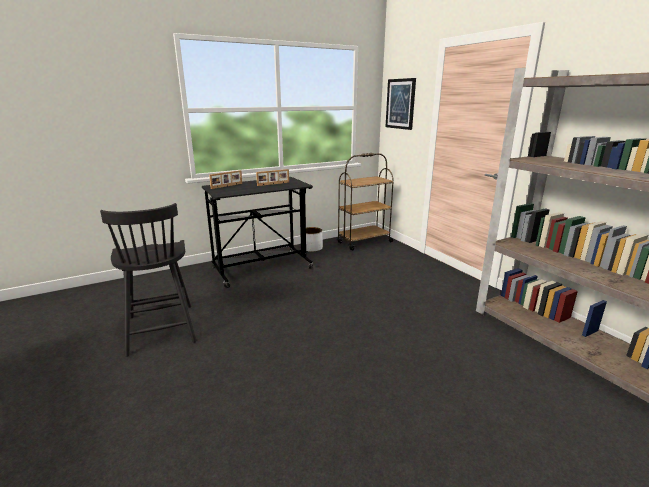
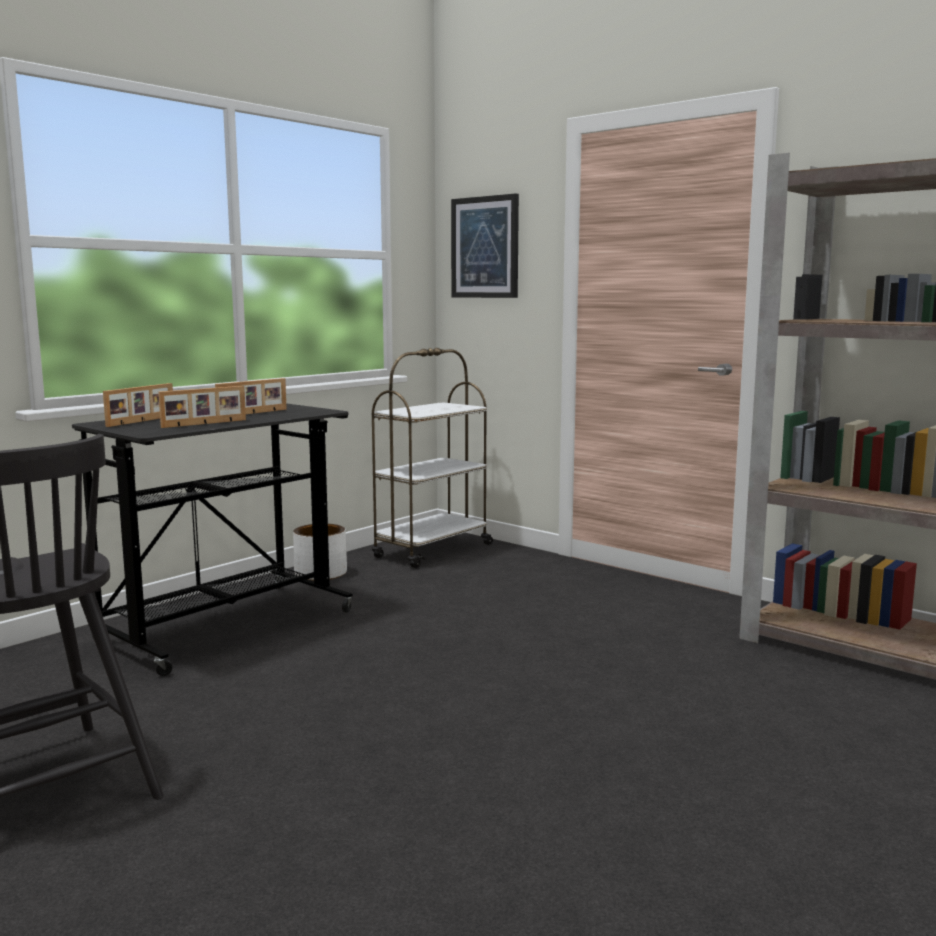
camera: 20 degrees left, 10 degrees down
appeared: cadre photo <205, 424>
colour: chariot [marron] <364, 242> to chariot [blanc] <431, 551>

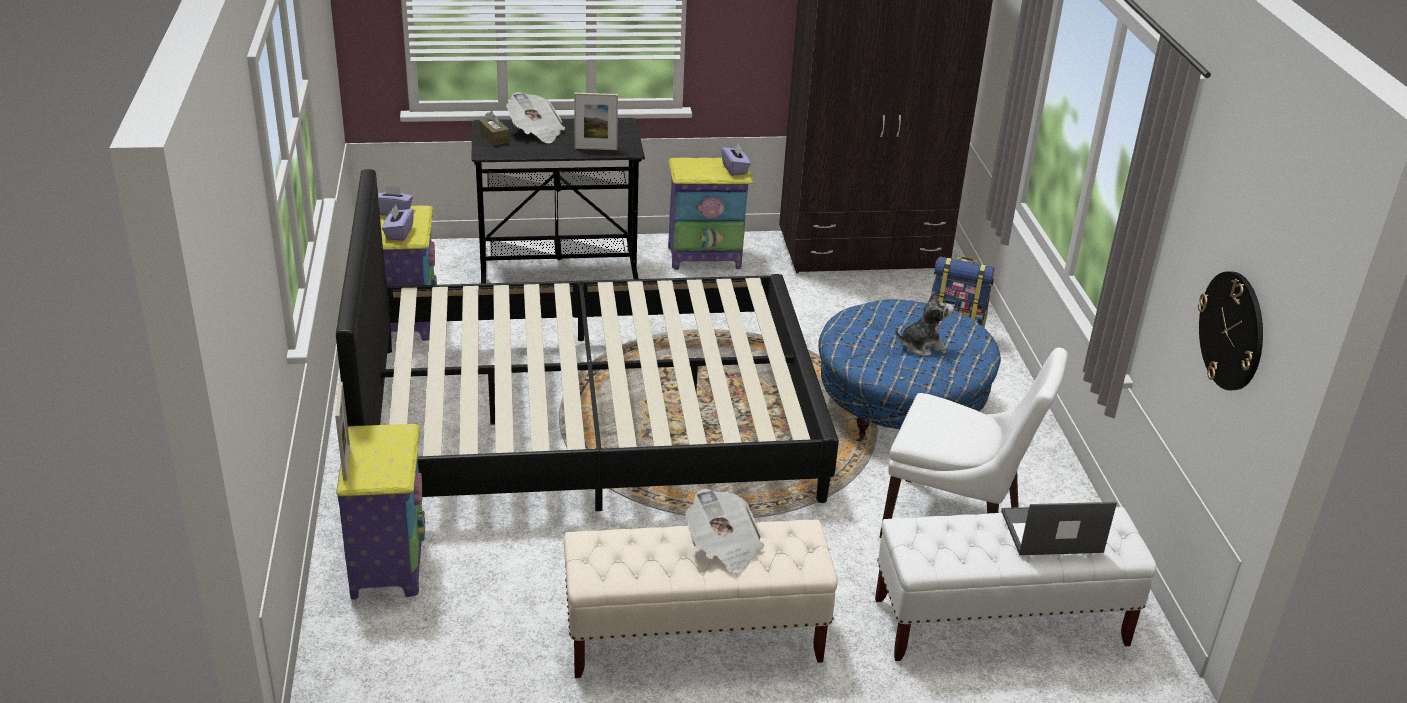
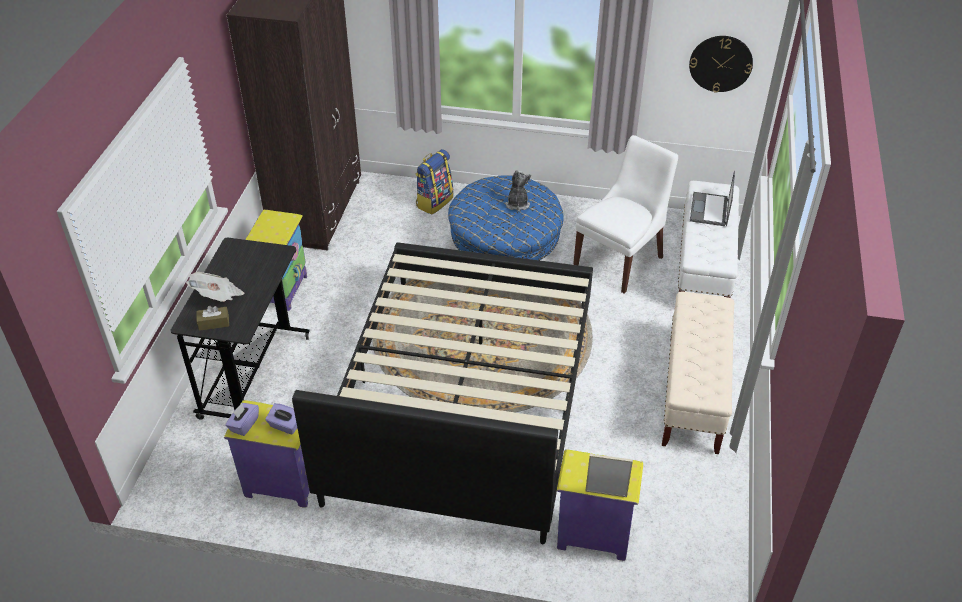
camera: 70 degrees left, 10 degrees up
missing: cadre photo <595, 148>; journal <724, 547>; boîte à mouchoirs [violet] <735, 169>

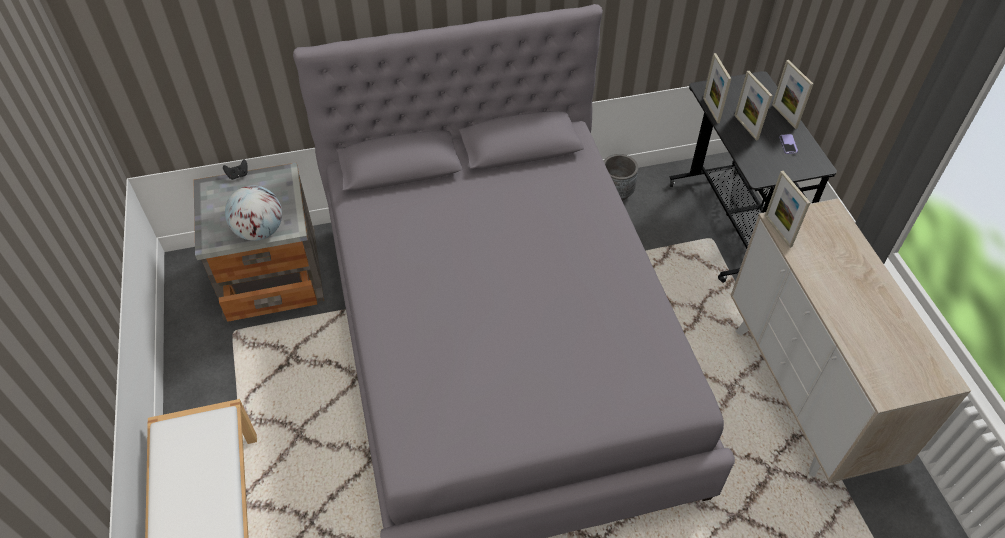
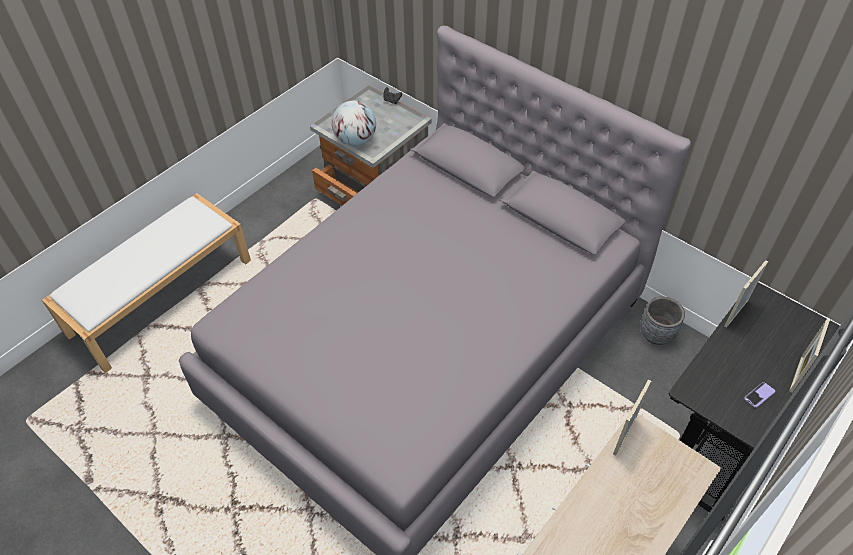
camera: 55 degrees right, 0 degrees up
missing: cadre photo <746, 127>

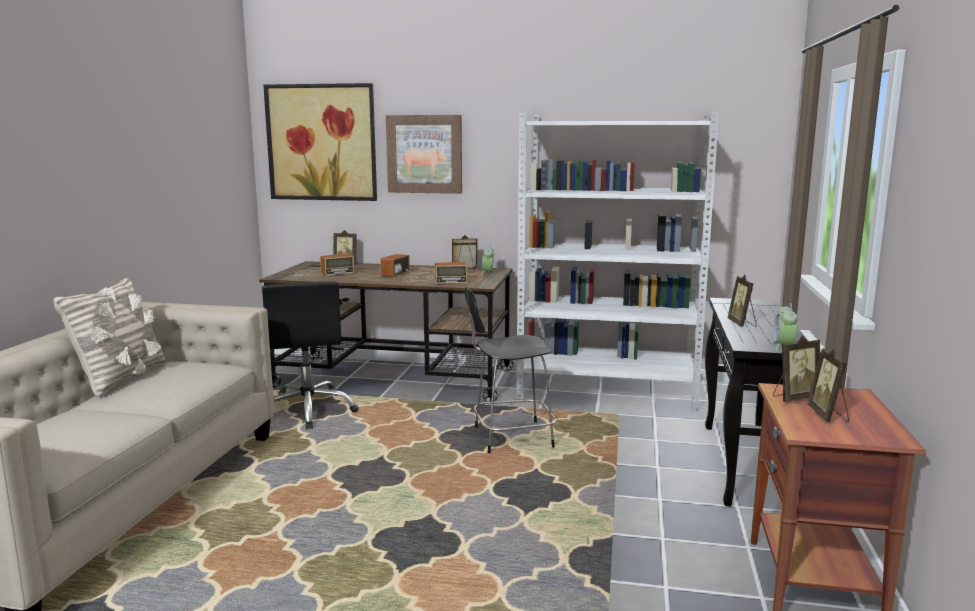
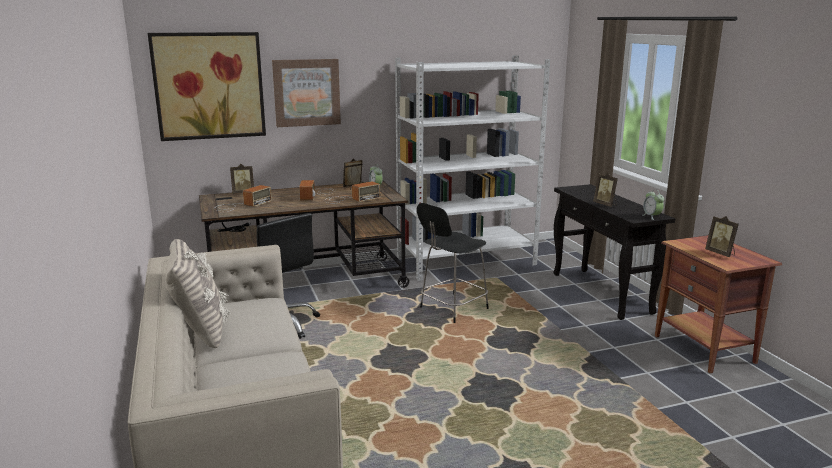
camera: 30 degrees left, 5 degrees up
missing: cadre photo <794, 398>

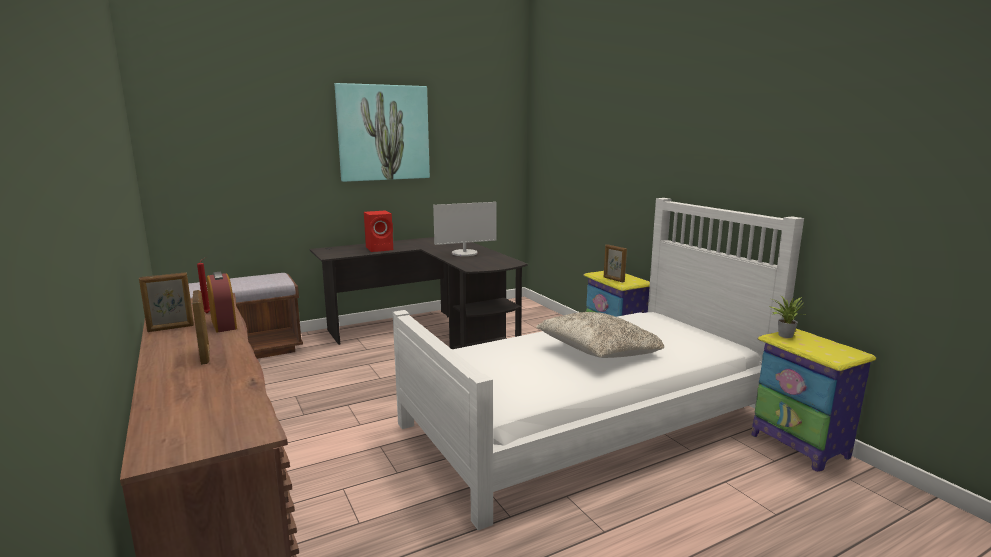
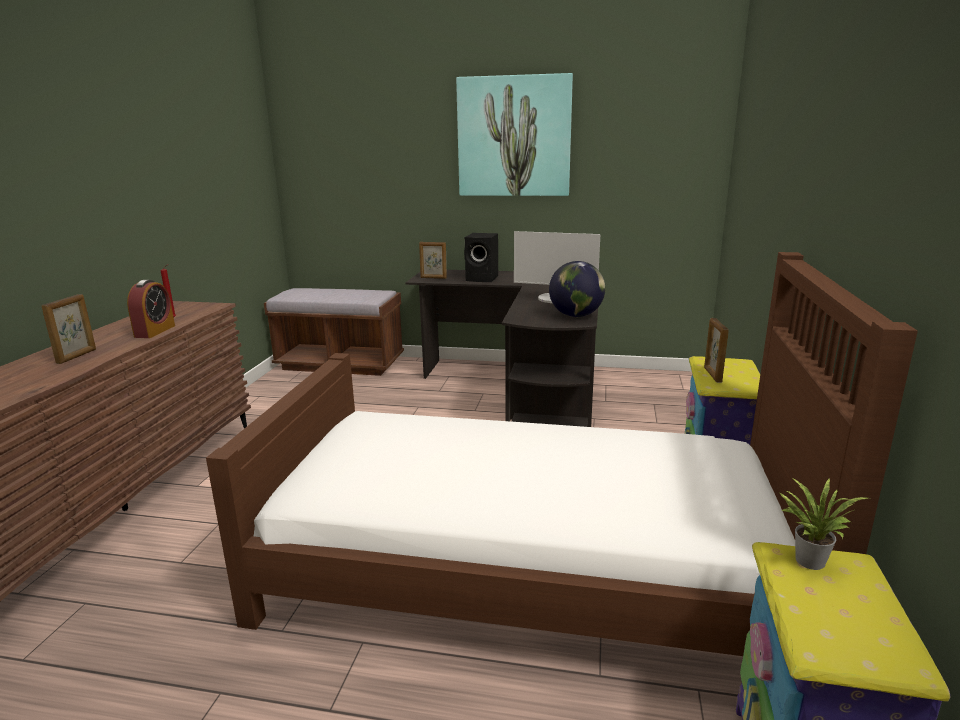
camera: 40 degrees right, 5 degrees up
missing: coussin [beige] <599, 351>
appeared: globe <576, 316>
relocated: cadre photo <171, 328> to <433, 278>
colour: enceinte [rouge] <380, 249> to enceinte [noir] <483, 279>; lit [blanc] <589, 422> to lit [marron] <529, 566>

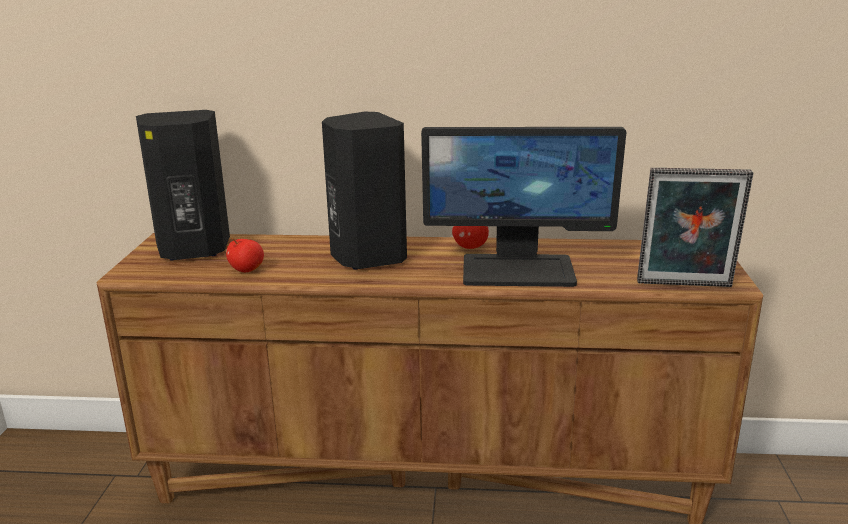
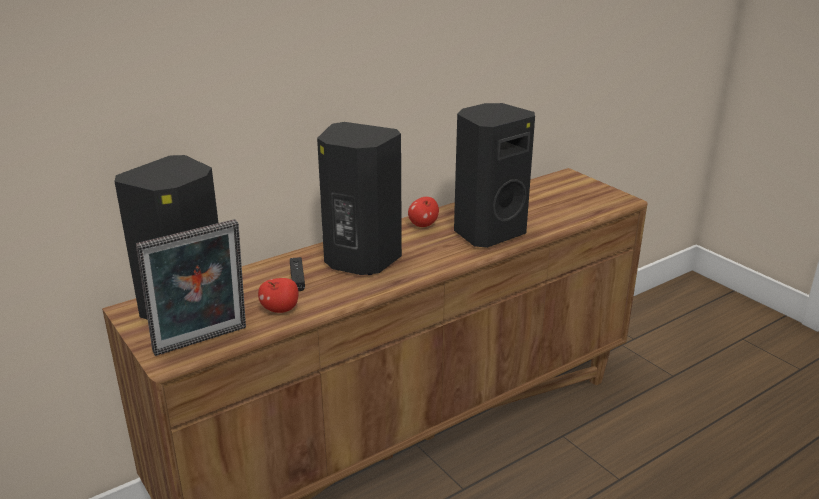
camera: 40 degrees left, 5 degrees up
appeared: manette [noir] <297, 279>
relocated: cadre photo <685, 286> to <202, 342>
exchanged: écran d'ordinateur <518, 270> to enceinte [noir] <487, 232>

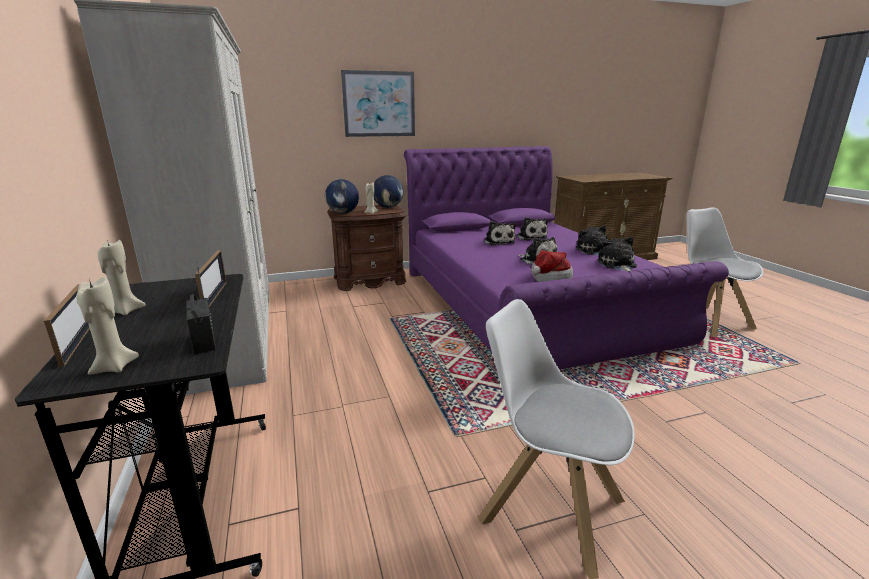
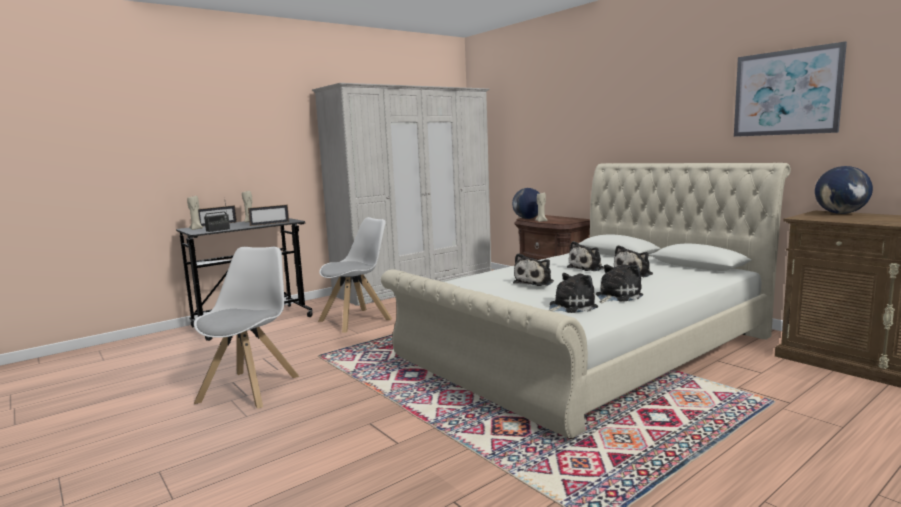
camera: 70 degrees right, 10 degrees down
missing: chapeau <548, 279>
relocated: tableau <379, 104> to <786, 93>; globe <388, 207> to <841, 213>; chaise <707, 320> to <357, 320>
colour: lit [violet] <526, 303> to lit [beige] <588, 346>

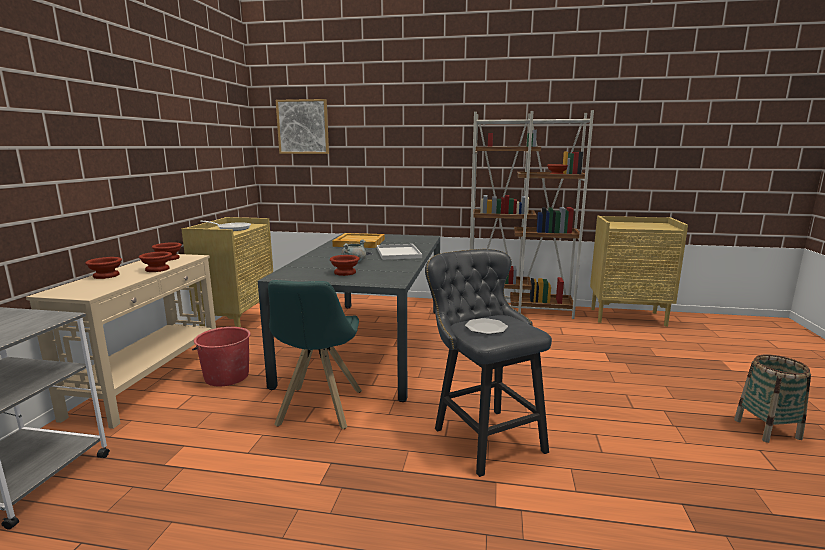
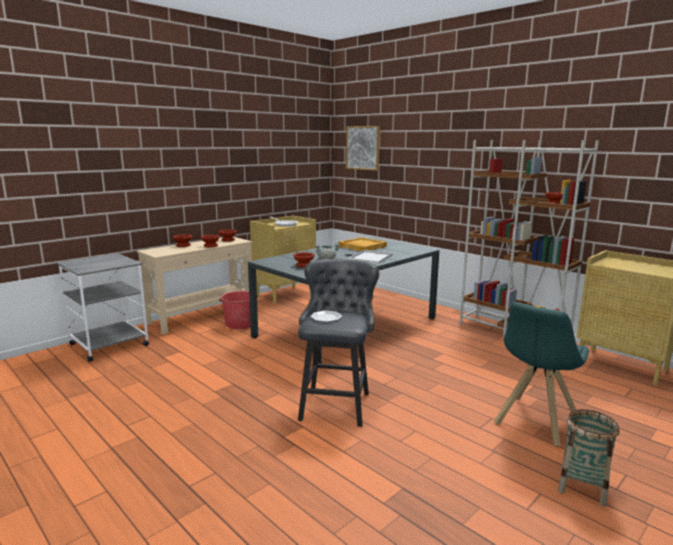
camera: 35 degrees right, 0 degrees up
relocated: chaise [turquoise] <319, 407> to <535, 420>

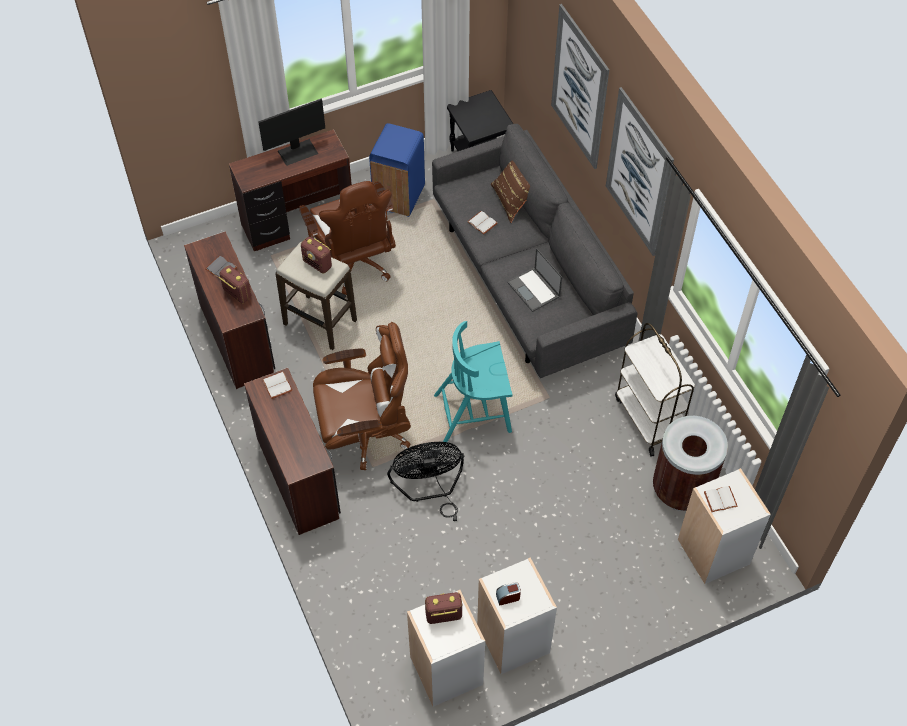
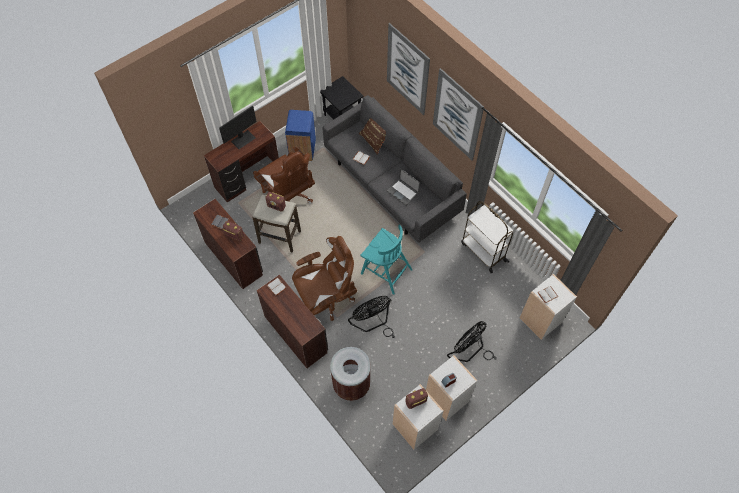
camera: 15 degrees left, 5 degrees up
appeared: ventilateur [noir] <471, 349>
relocated: poubelle [marron] <681, 489> to <351, 385>
spun: chaise [turquoise] <474, 413> = <385, 271> 120 degrees counterclockwise

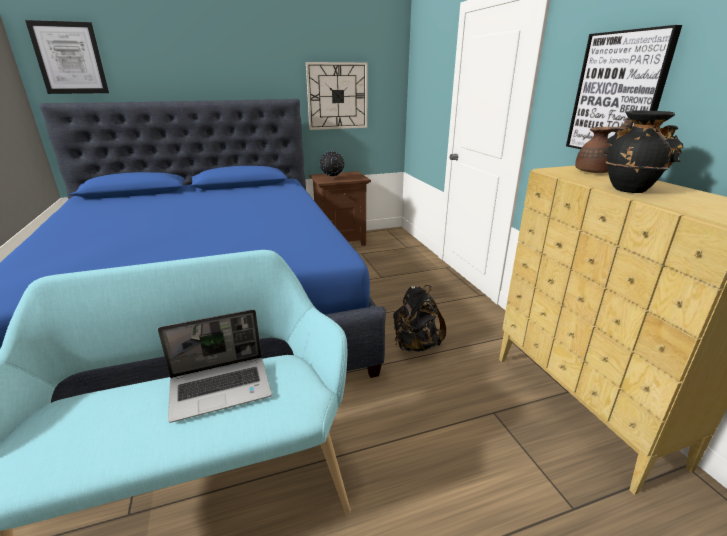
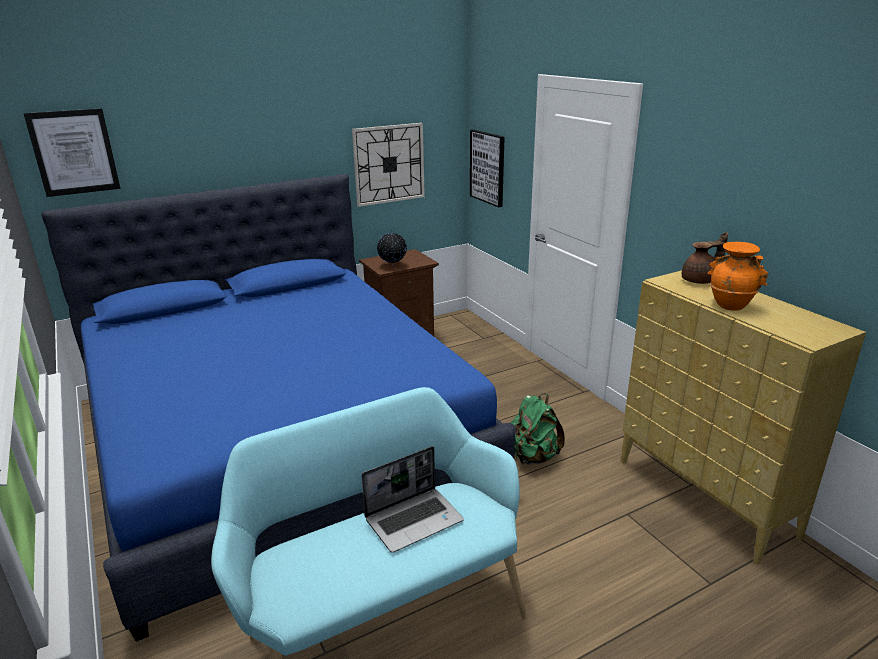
camera: 10 degrees left, 0 degrees up
relocated: tableau <618, 94> to <488, 167>
colour: sac à dos [noir] <415, 345> to sac à dos [vert] <533, 456>; vase [noir] <629, 189> to vase [orange] <730, 305>

